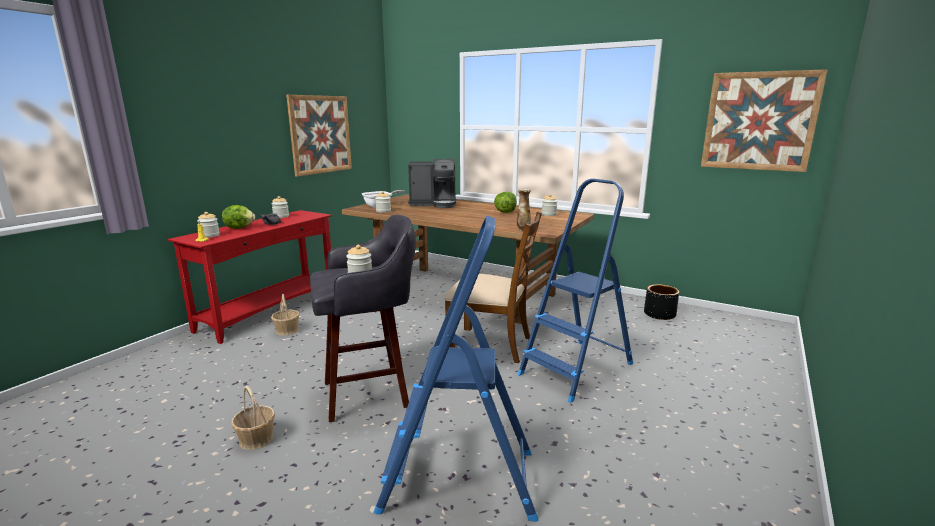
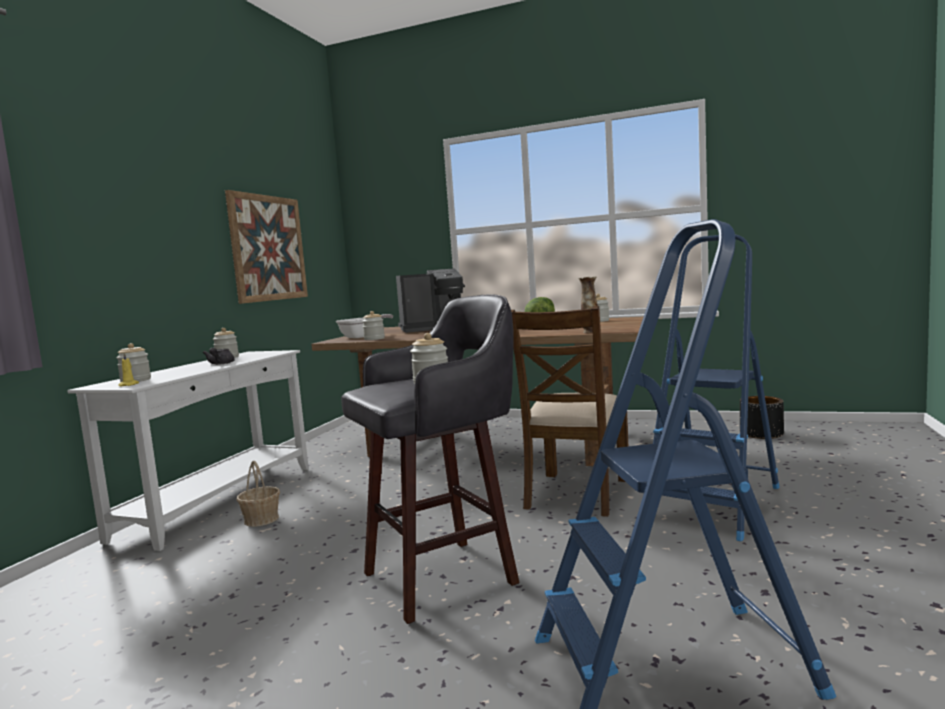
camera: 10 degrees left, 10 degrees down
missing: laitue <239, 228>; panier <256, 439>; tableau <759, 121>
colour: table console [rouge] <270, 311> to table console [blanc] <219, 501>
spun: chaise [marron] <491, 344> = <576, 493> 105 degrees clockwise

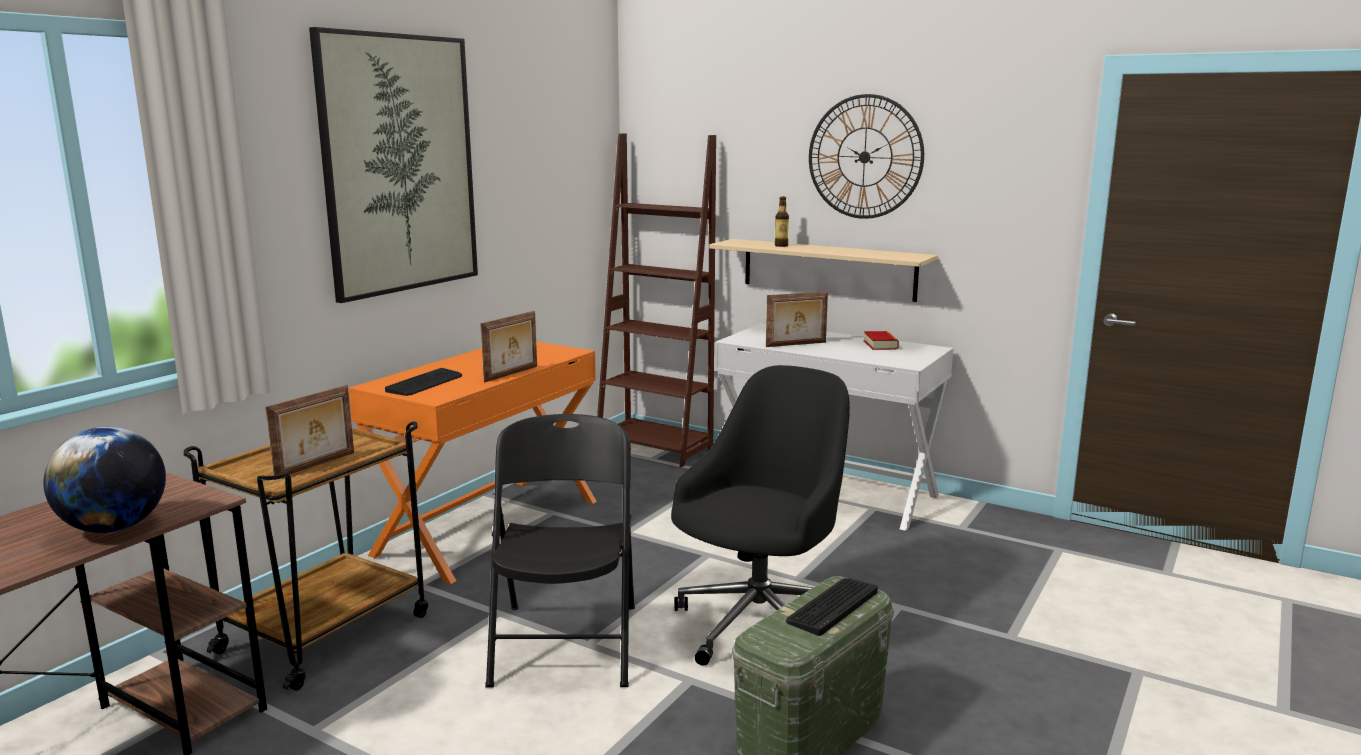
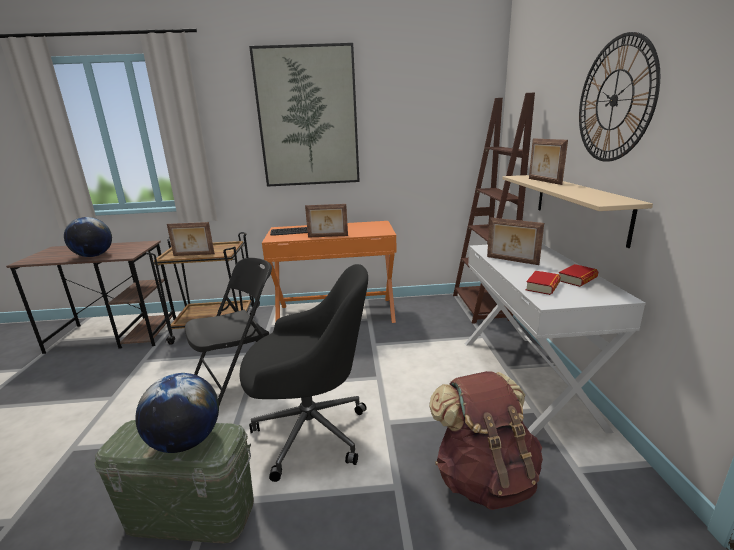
camera: 55 degrees right, 5 degrees up
appeared: sac à dos [marron] <484, 477>; livre <542, 286>
exchanged: bouteille <781, 245> to cadre photo <543, 181>; clavier <832, 606> to globe <186, 441>

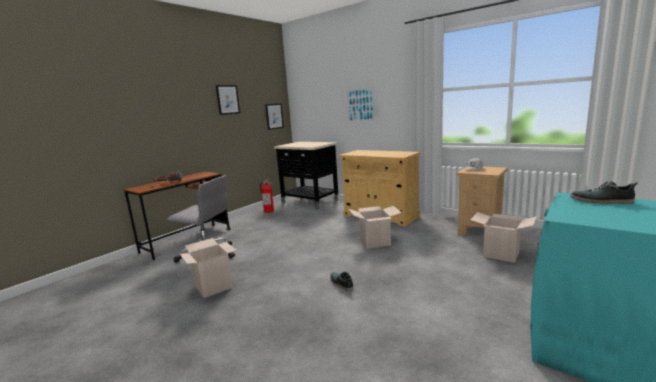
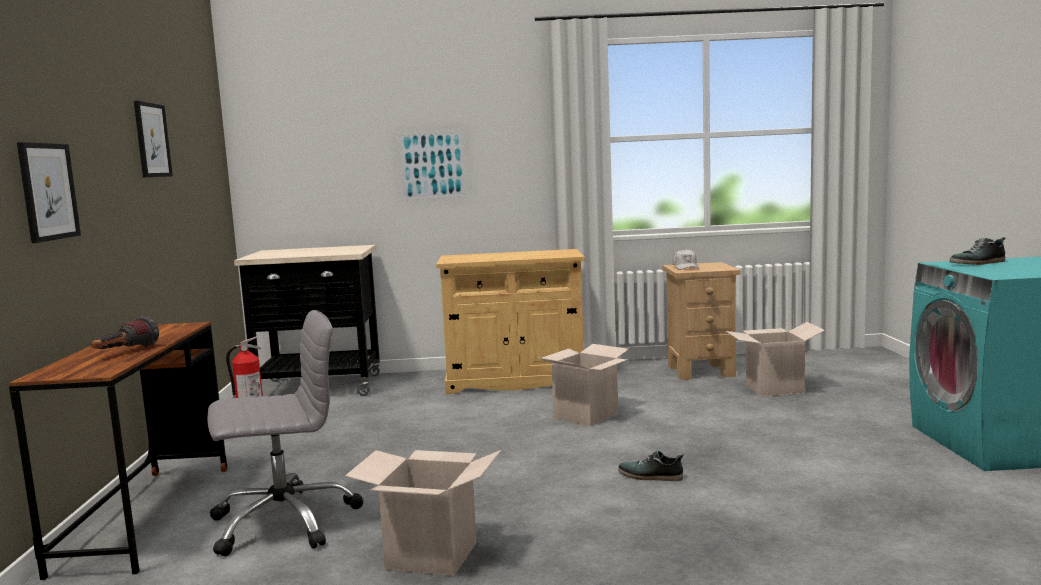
camera: 40 degrees left, 5 degrees down
relocated: tableau <274, 116> to <48, 191>

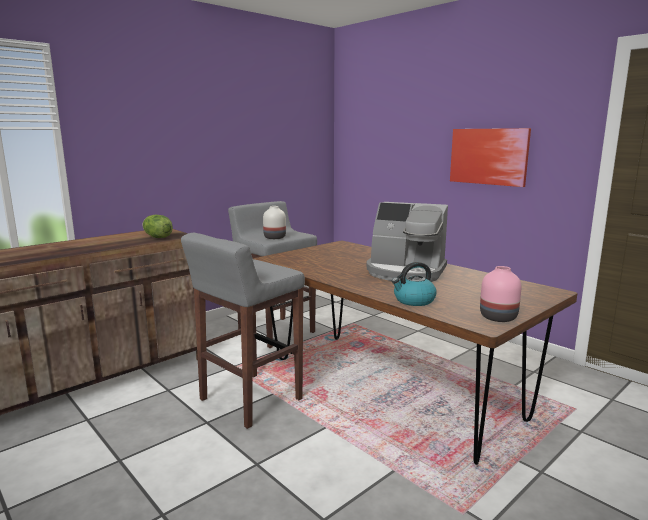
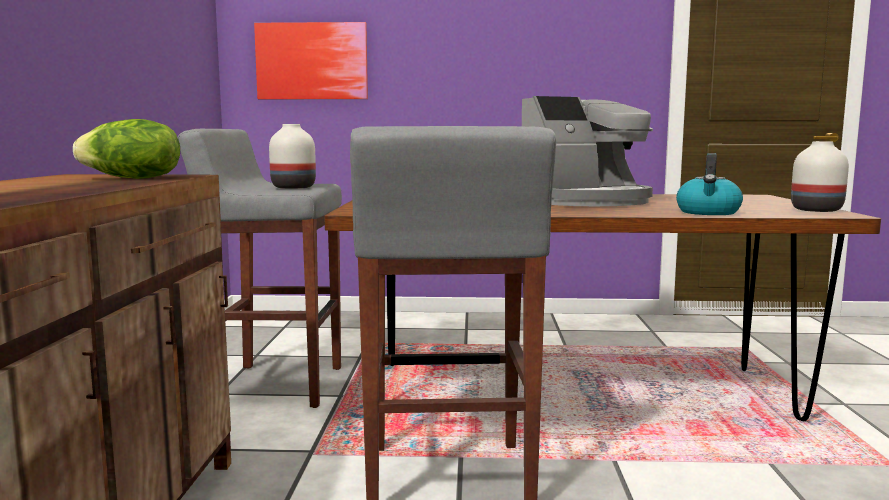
camera: 45 degrees left, 5 degrees down
relocated: tableau <488, 156> to <312, 61>
colour: vase [rose] <498, 317> to vase [blanc] <815, 210>

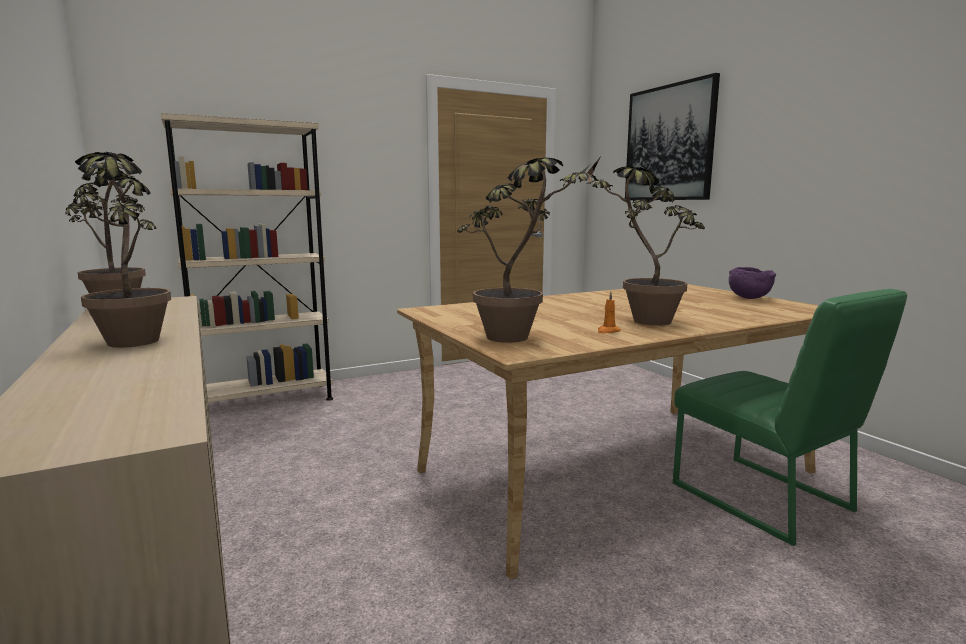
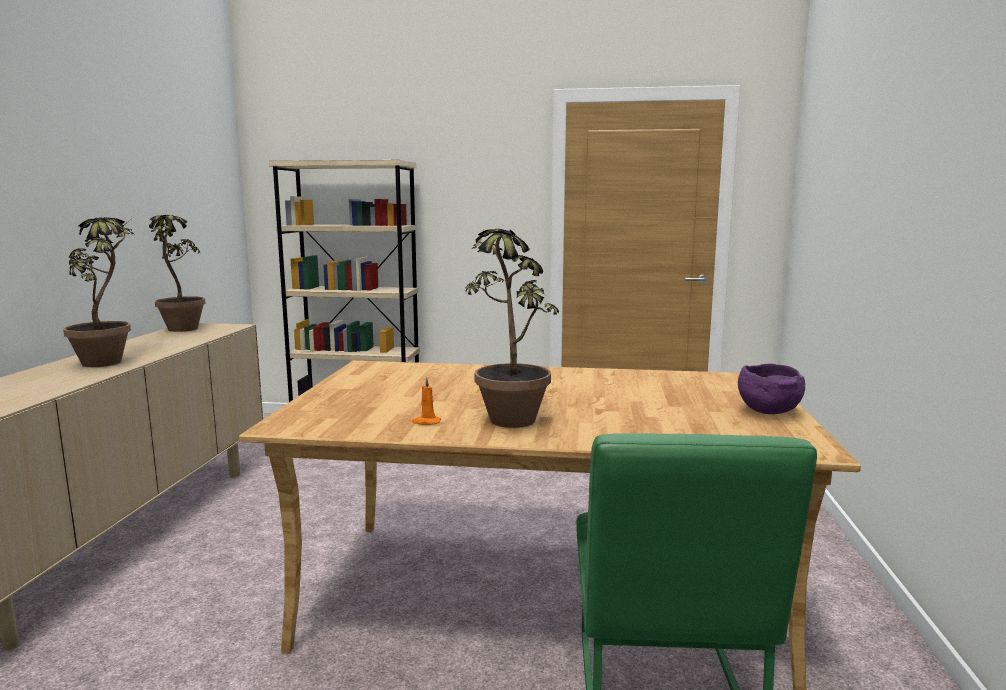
camera: 35 degrees right, 0 degrees up
missing: plante en pot <520, 340>; tableau <669, 143>

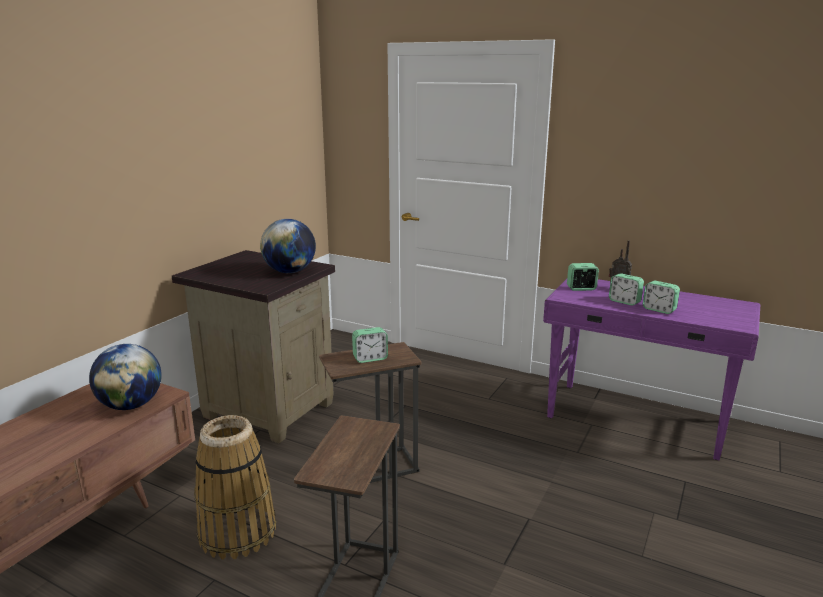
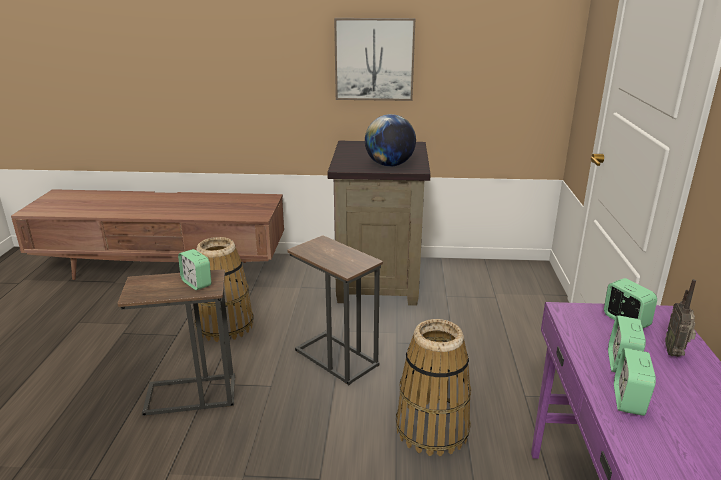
camera: 65 degrees right, 5 degrees up
missing: globe <131, 405>
appeared: tableau <374, 59>; panier <432, 429>
relocated: réveil <370, 358> to <196, 283>

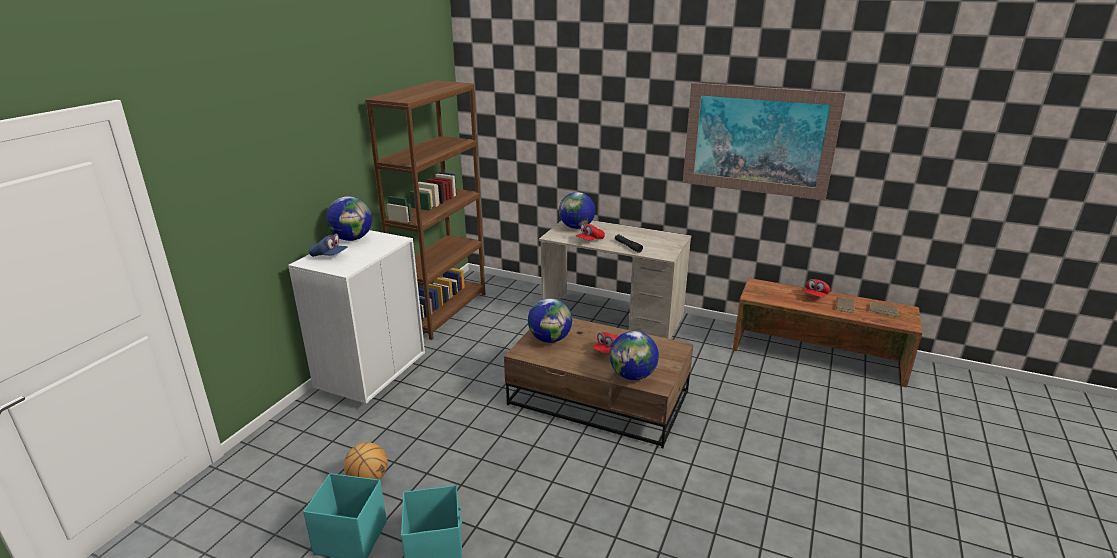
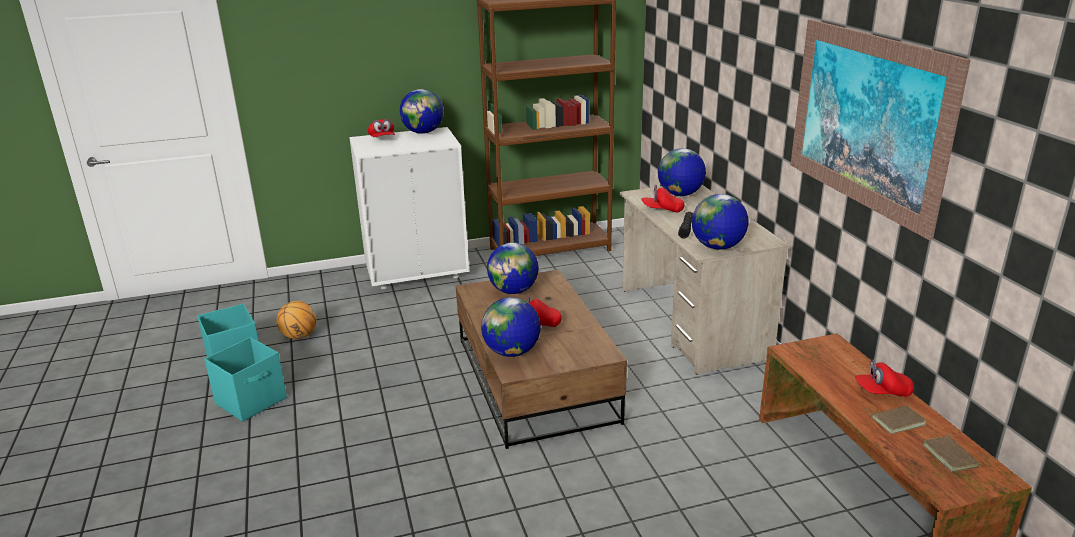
camera: 50 degrees right, 0 degrees up
appeared: globe <717, 247>
colour: casquette [bleu] <329, 256> to casquette [rouge] <382, 139>

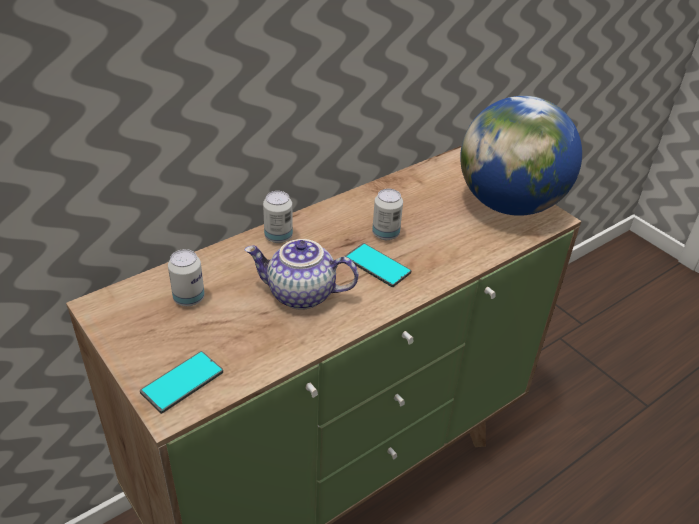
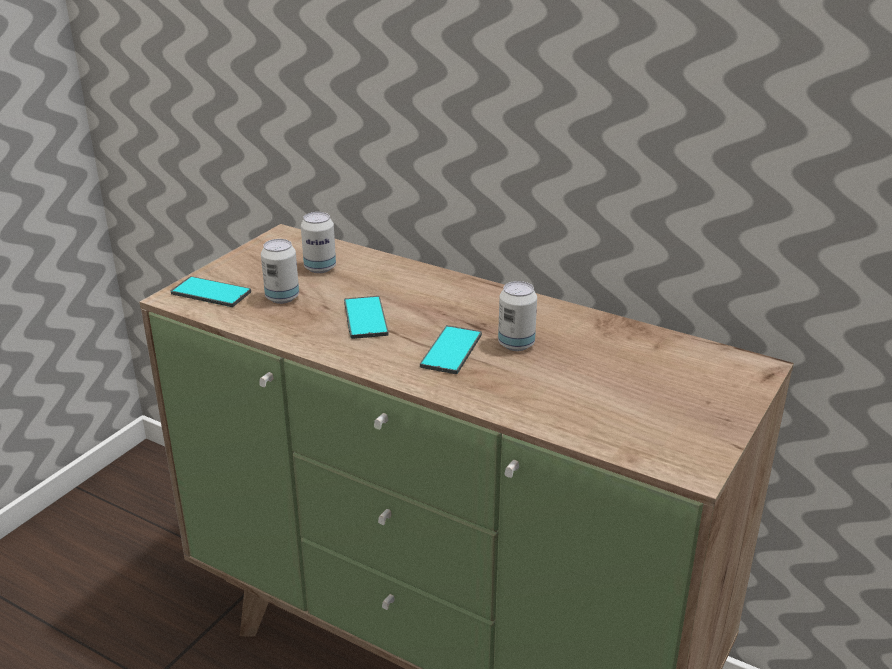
camera: 70 degrees right, 10 degrees down
missing: globe <509, 204>
relocated: boîte métallique <278, 237> to <282, 298>
exchanged: théière <300, 295> to téléphone <365, 318>

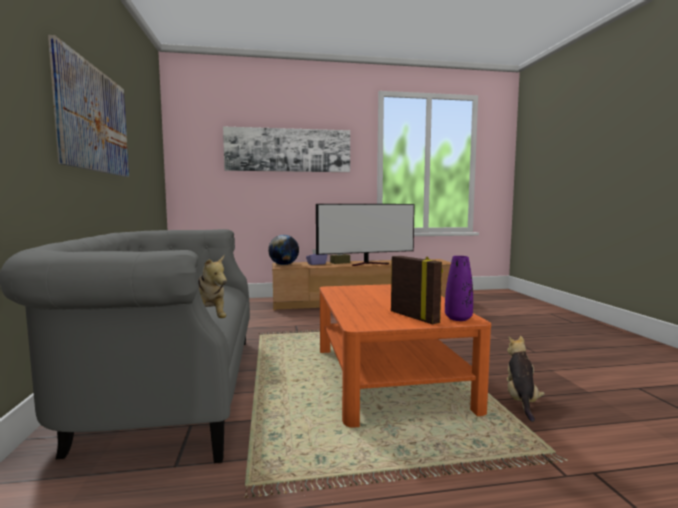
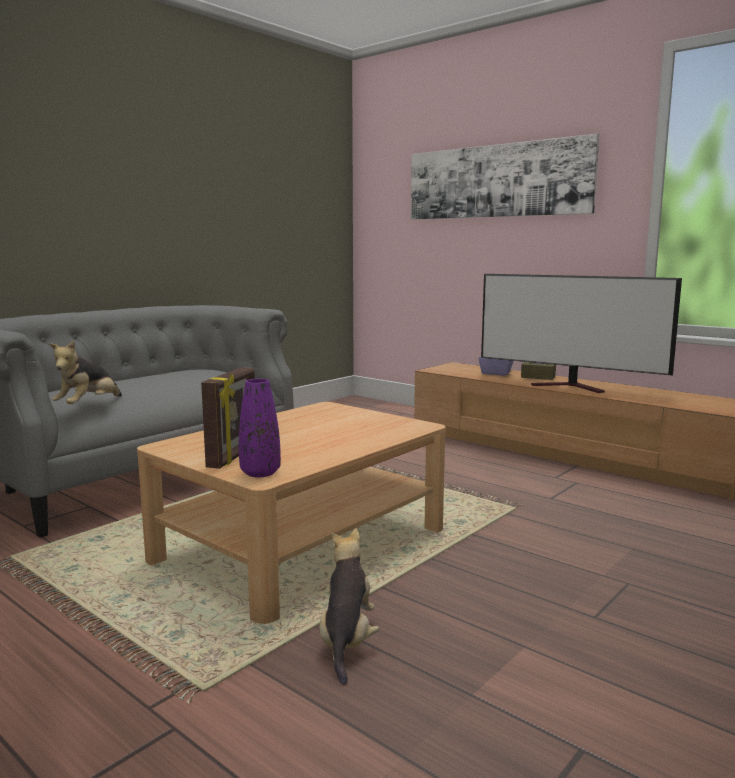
camera: 50 degrees right, 5 degrees up
missing: tableau <93, 119>; globe <284, 264>
colour: table basse [orange] <388, 377> to table basse [beige] <302, 544>
spun: peluche <521, 400> = <347, 641> 60 degrees counterclockwise

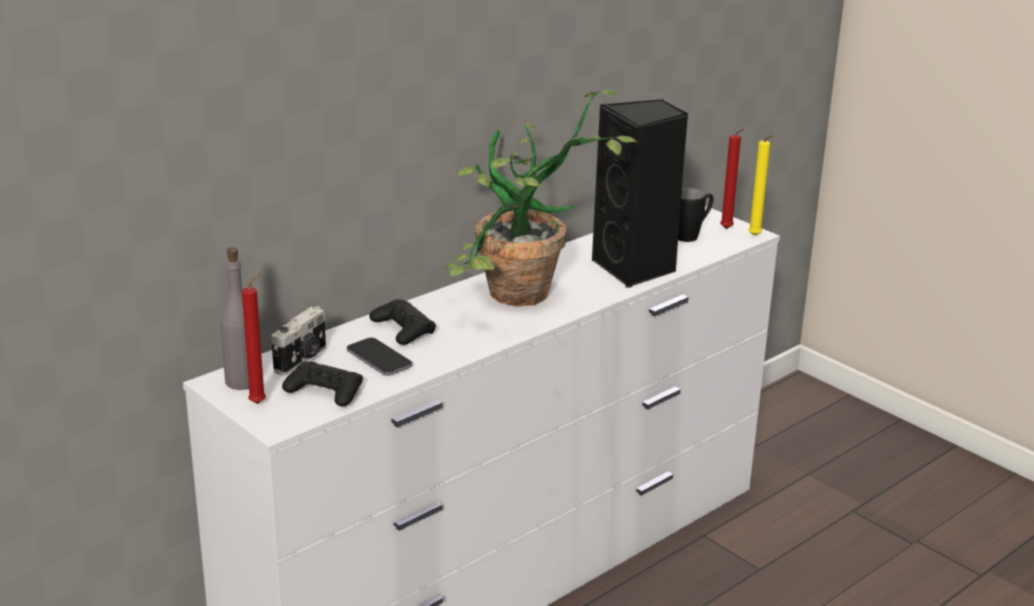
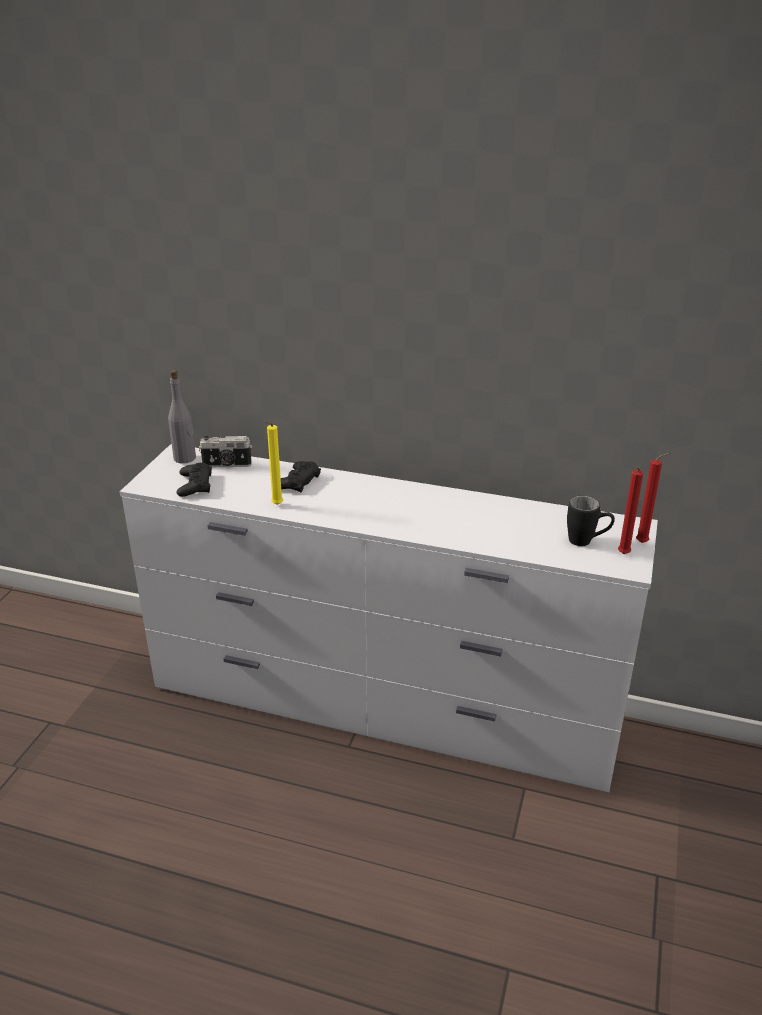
camera: 60 degrees right, 5 degrees up
missing: téléphone <379, 359>; plante en pot <522, 301>; enceinte [noir] <636, 269>
relocated: bougie [rouge] <260, 402> to <644, 543>; bougie [jaune] <755, 236> to <276, 505>

